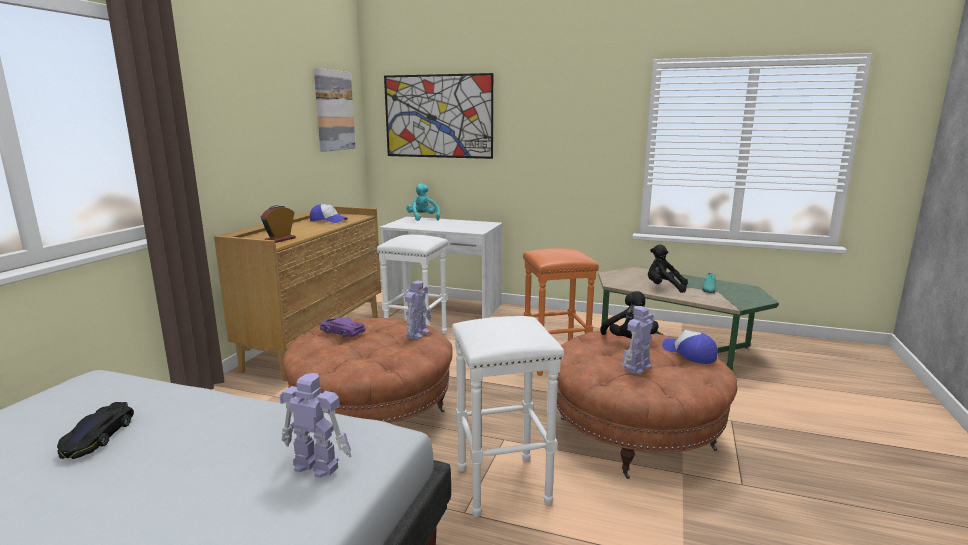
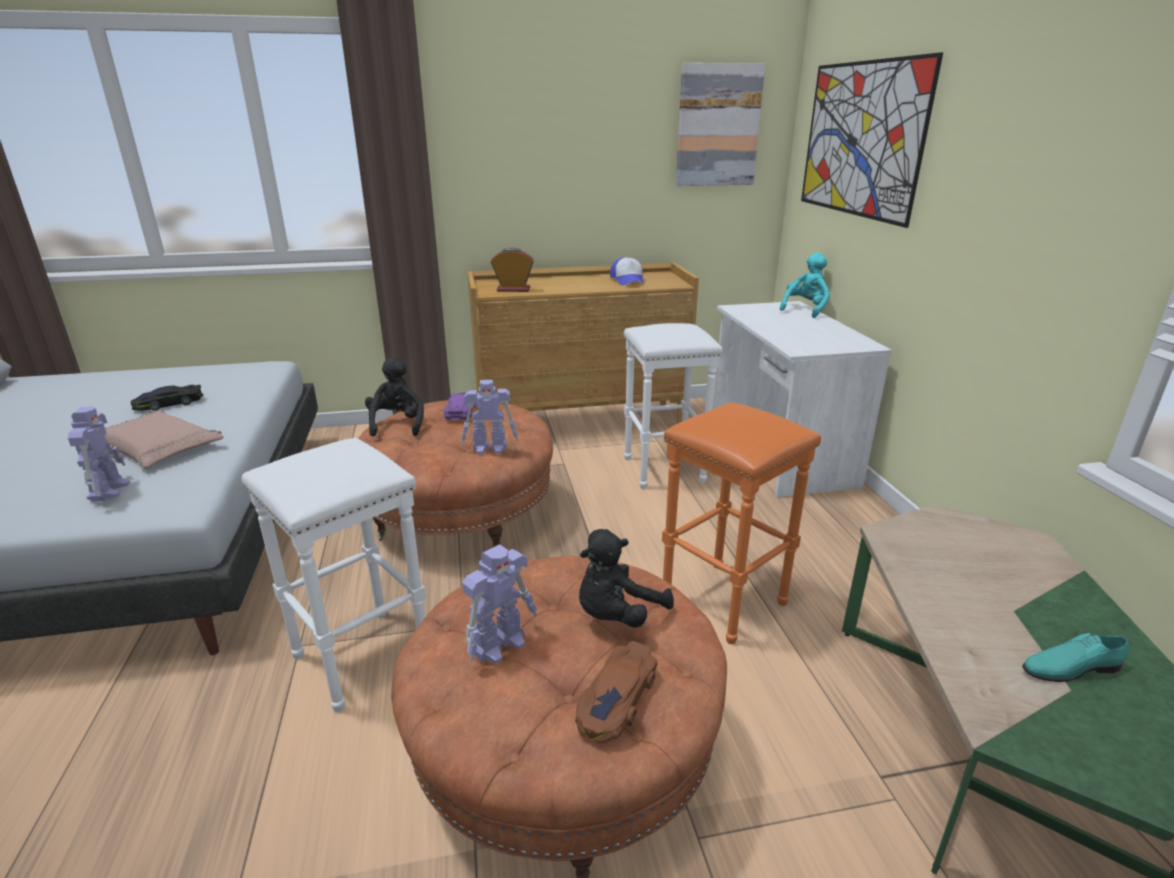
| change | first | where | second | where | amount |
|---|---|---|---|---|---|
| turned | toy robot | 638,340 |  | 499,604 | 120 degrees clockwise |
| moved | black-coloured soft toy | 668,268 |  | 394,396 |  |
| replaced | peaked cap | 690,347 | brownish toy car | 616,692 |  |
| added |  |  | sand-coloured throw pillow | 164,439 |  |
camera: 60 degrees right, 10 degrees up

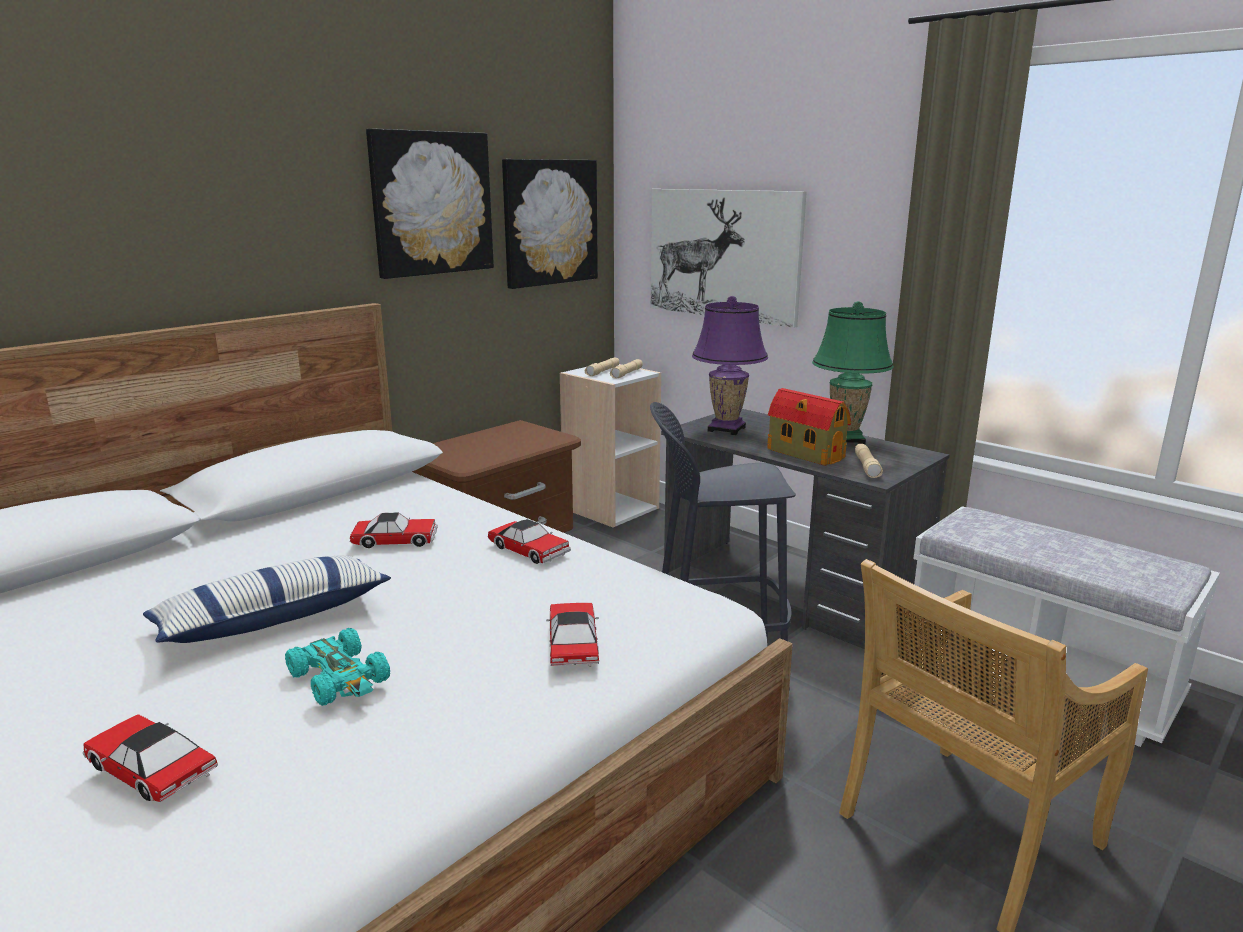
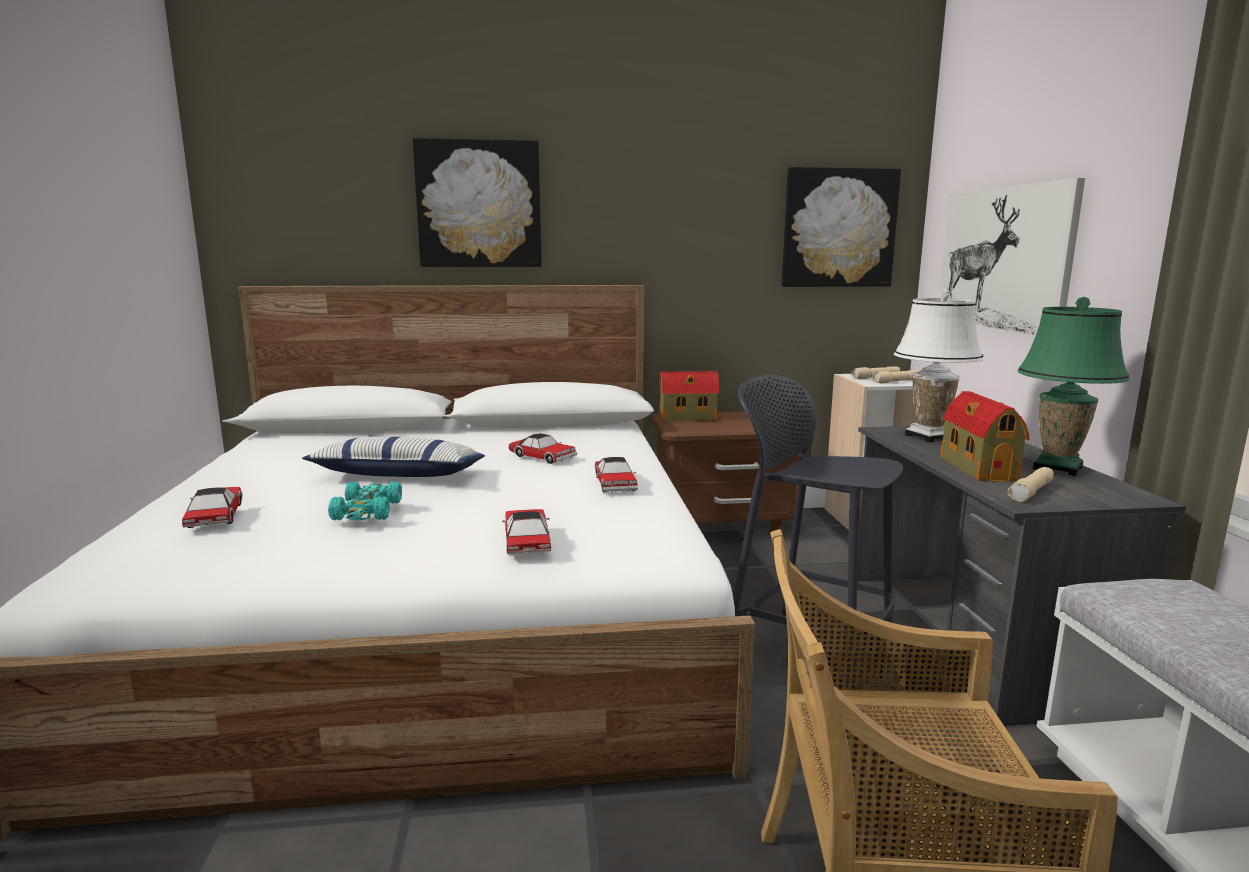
| change | first | where | second | where | amount |
|---|---|---|---|---|---|
| moved | wall picture | 430,203 |  | 477,202 |  |
| turned | toy car | 572,635 |  | 526,532 | 45 degrees counterclockwise |
| recoloured | purplish lamp for a table | 730,365 | white-coloured lamp for a table | 939,366 |  |
| added |  |  | model house | 689,396 |  |
camera: 40 degrees right, 5 degrees down

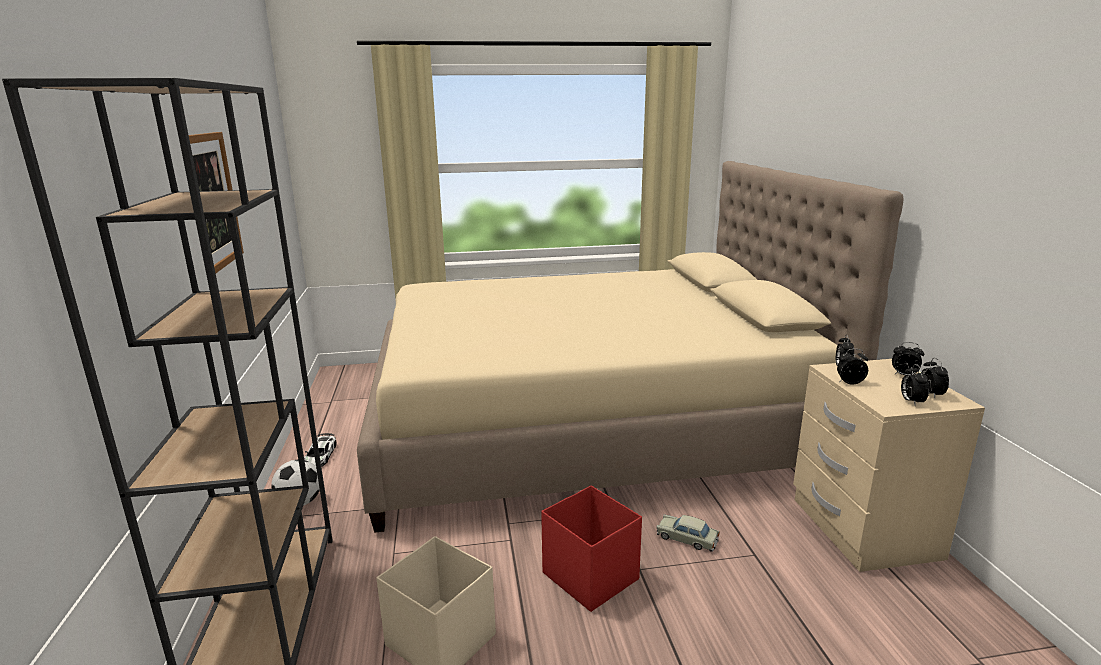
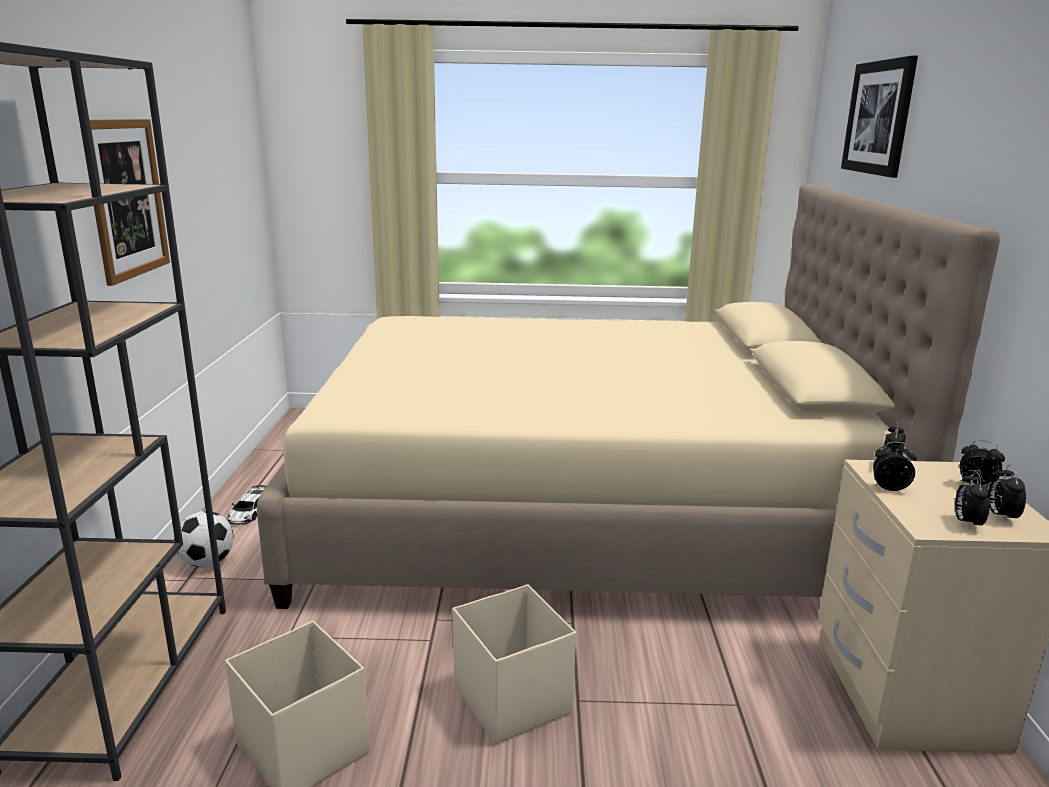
| change | first | where | second | where | amount |
|---|---|---|---|---|---|
| recoloured | red storage box | 591,548 | sand-coloured storage box | 514,664 |  |
| removed | sand-coloured toy car | 688,533 |  |  |  |
| added |  |  | wall picture | 879,117 |  |
camera: 10 degrees right, 0 degrees up

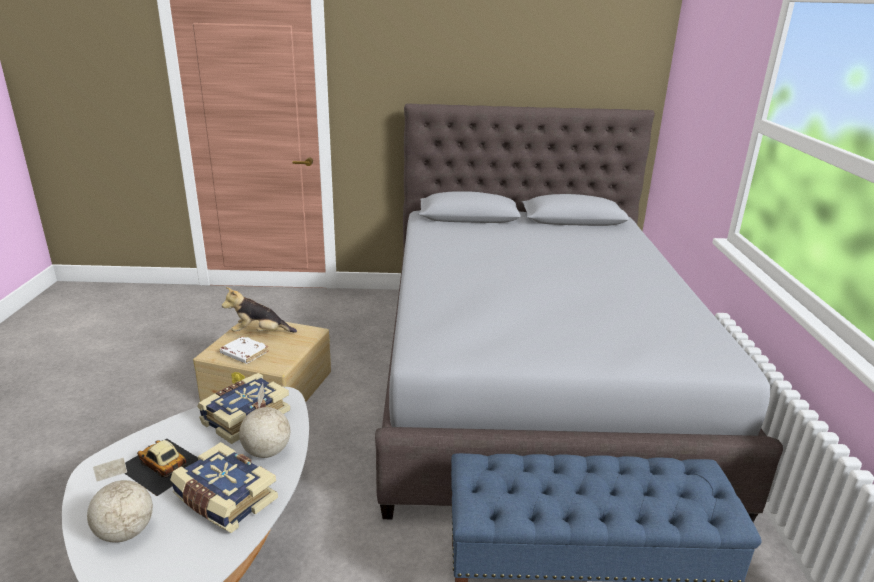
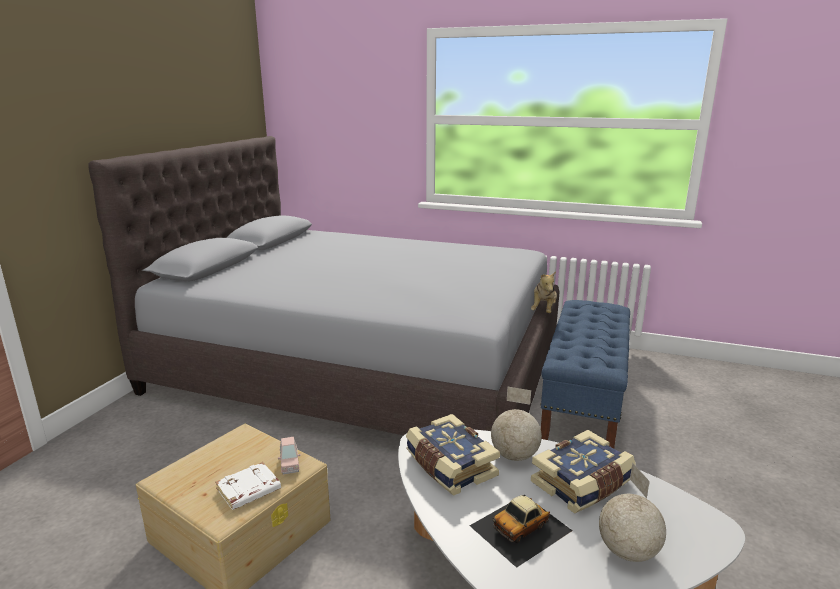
| change | first | where | second | where | amount |
|---|---|---|---|---|---|
| moved | soft toy | 259,310 |  | 544,292 |  |
| added |  |  | pinkish toy car | 289,456 |  |
camera: 70 degrees left, 5 degrees down

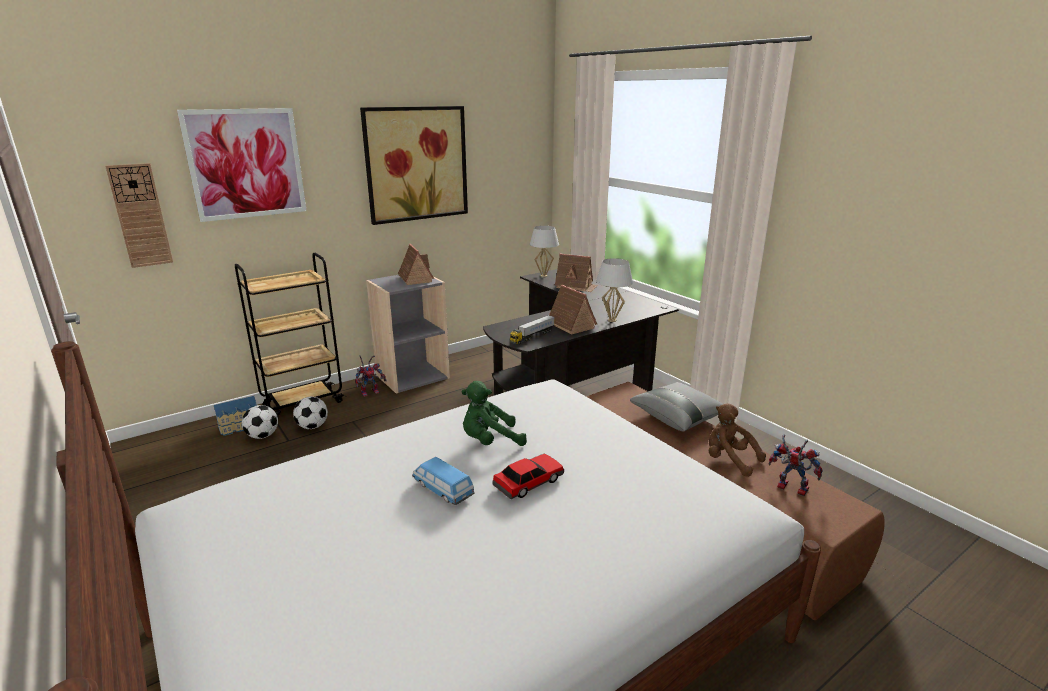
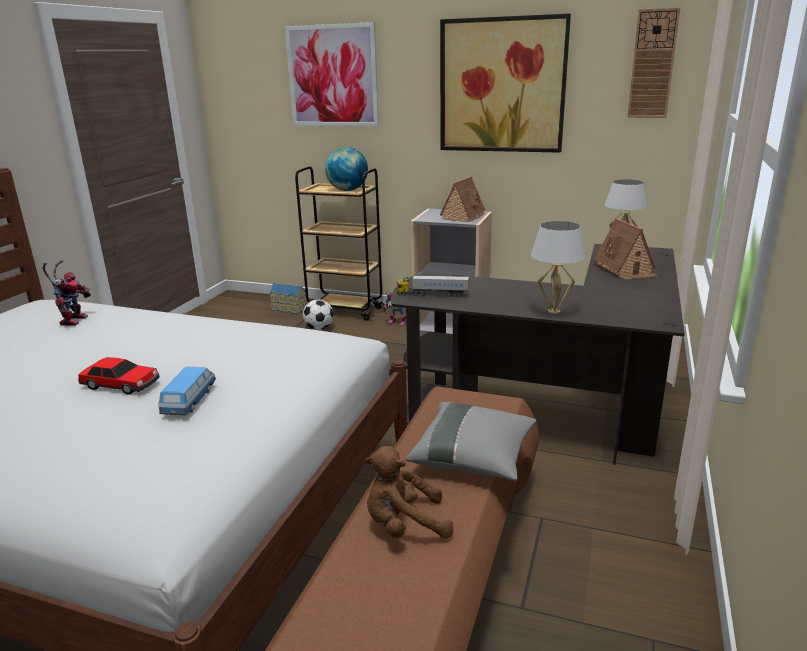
| change | first | where | second | where | amount |
|---|---|---|---|---|---|
| moved | clock on the wall | 139,215 |  | 653,62 |  |
| removed | football | 260,422 |  |  |  |
| moved | toy car | 443,481 |  | 187,391 |  |
| removed | green soft toy | 494,413 |  |  |  |
| removed | model house | 573,310 |  |  |  |
| turned | brownish soft toy | 737,440 |  | 409,492 | 105 degrees counterclockwise |
| moved | toy robot | 795,465 |  | 66,293 |  |
| added |  |  | desk globe | 346,169 |  |
camera: 55 degrees right, 0 degrees up

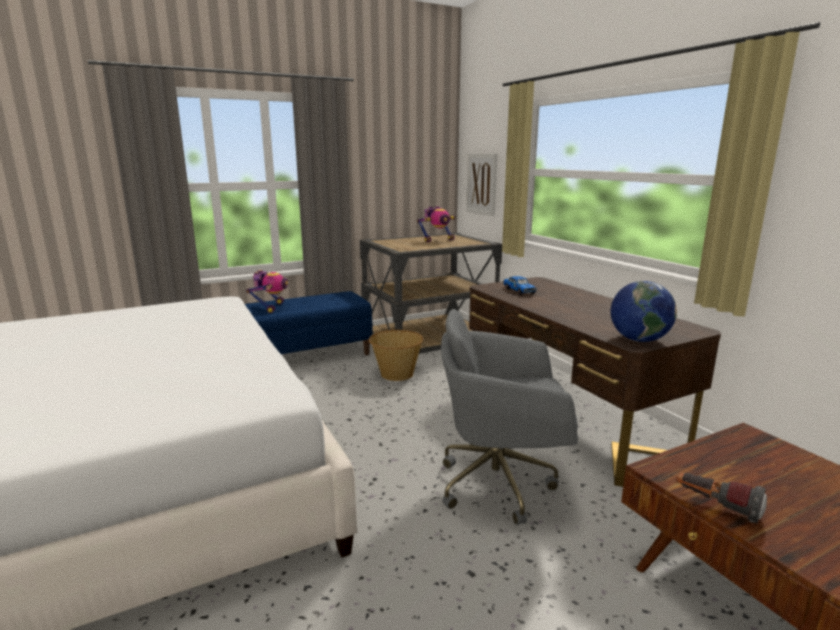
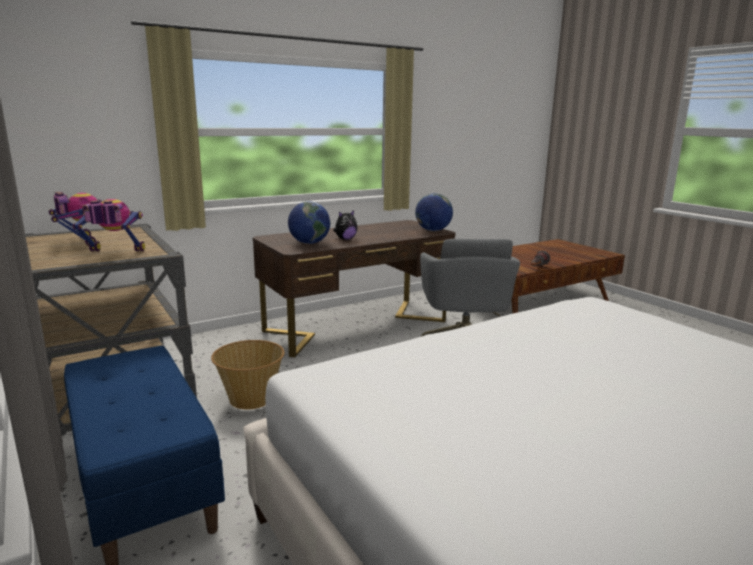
| change | first | where | second | where | amount |
|---|---|---|---|---|---|
| moved | toy robot | 267,291 |  | 108,225 |  |
| removed | wall picture | 481,185 |  |  |  |
| replaced | toy car | 520,285 | desk globe | 309,222 |  |
| added |  |  | soft toy | 345,225 |  |
camera: 95 degrees left, 0 degrees up

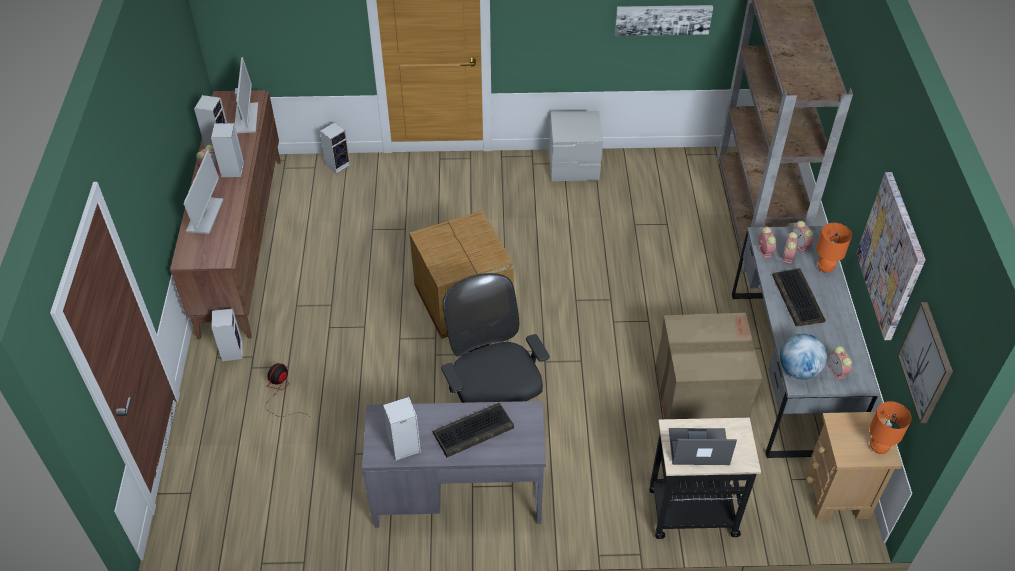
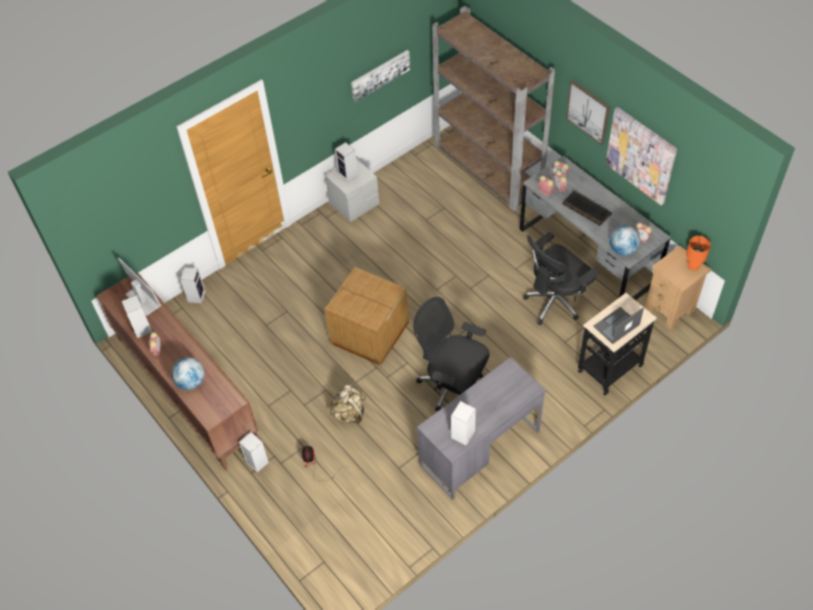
| change | first | where | second | where | amount |
|---|---|---|---|---|---|
| replaced | computer display | 203,192 | desk globe | 187,373 |  |
| moved | audio speaker | 227,150 |  | 346,162 |  |
| removed | keyboard | 473,430 |  |  |  |
| replaced | cardboard box | 708,366 | office chair | 561,278 |  |
| removed | orangey lamp for a table | 834,248 |  |  |  |
| moved | wall picture | 925,362 |  | 588,112 |  |
| added |  |  | sand-coloured backpack | 347,404 |  |
camera: 35 degrees left, 5 degrees up

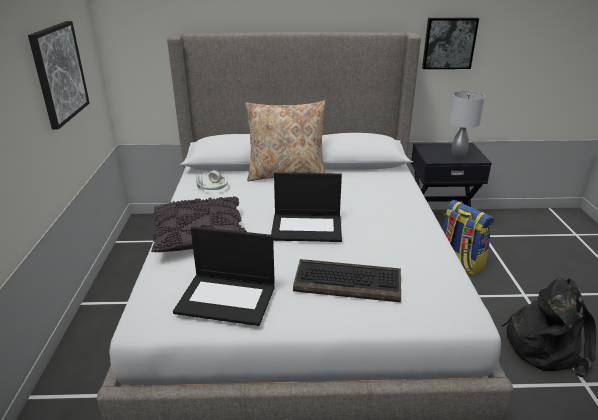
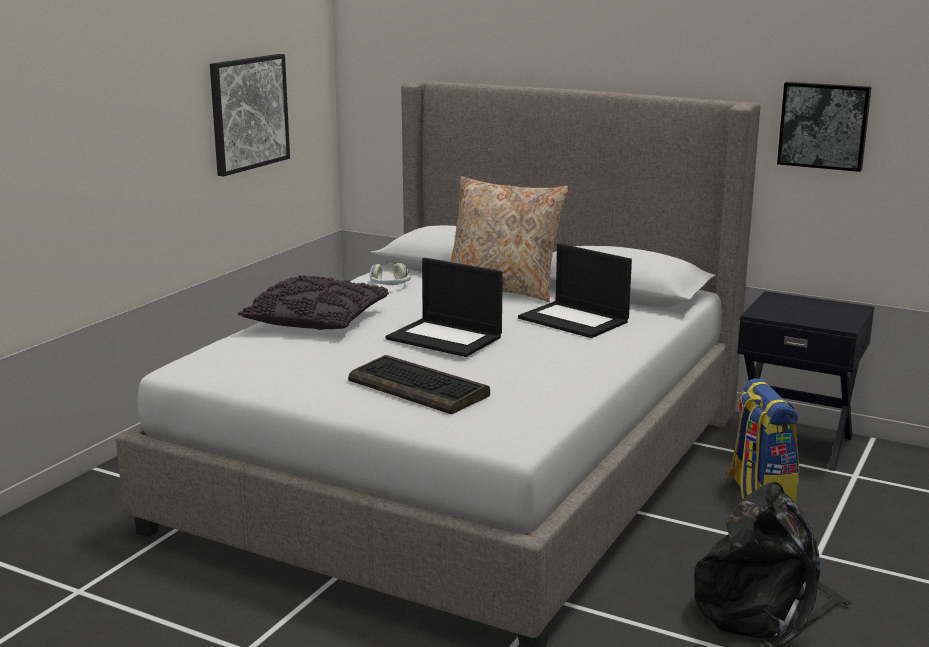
| change | first | where | second | where | amount |
|---|---|---|---|---|---|
| moved | laptop | 224,276 |  | 575,290 |  |
| removed | greyish lamp for a table | 467,124 |  |  |  |
camera: 30 degrees right, 10 degrees down

